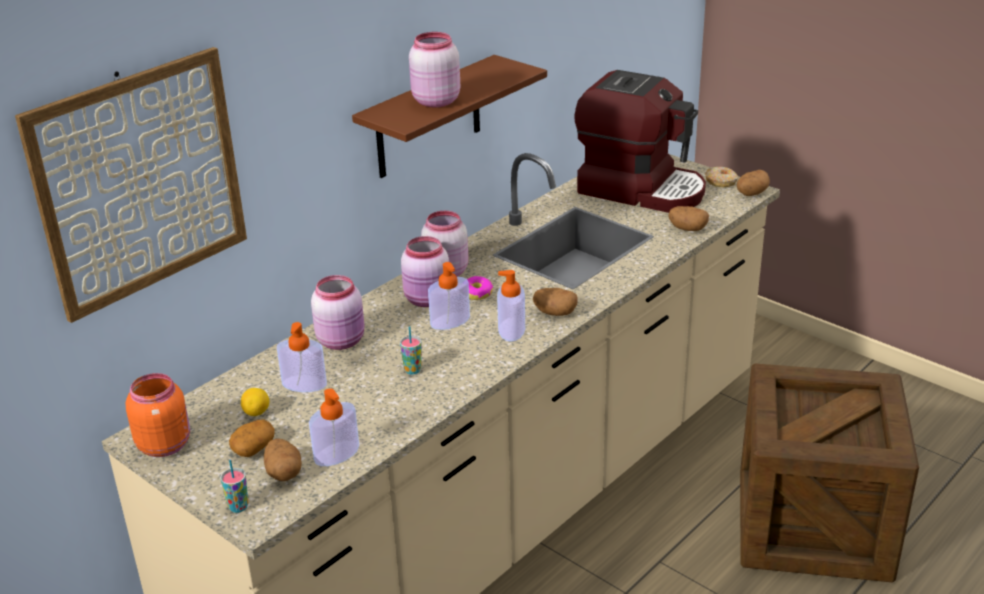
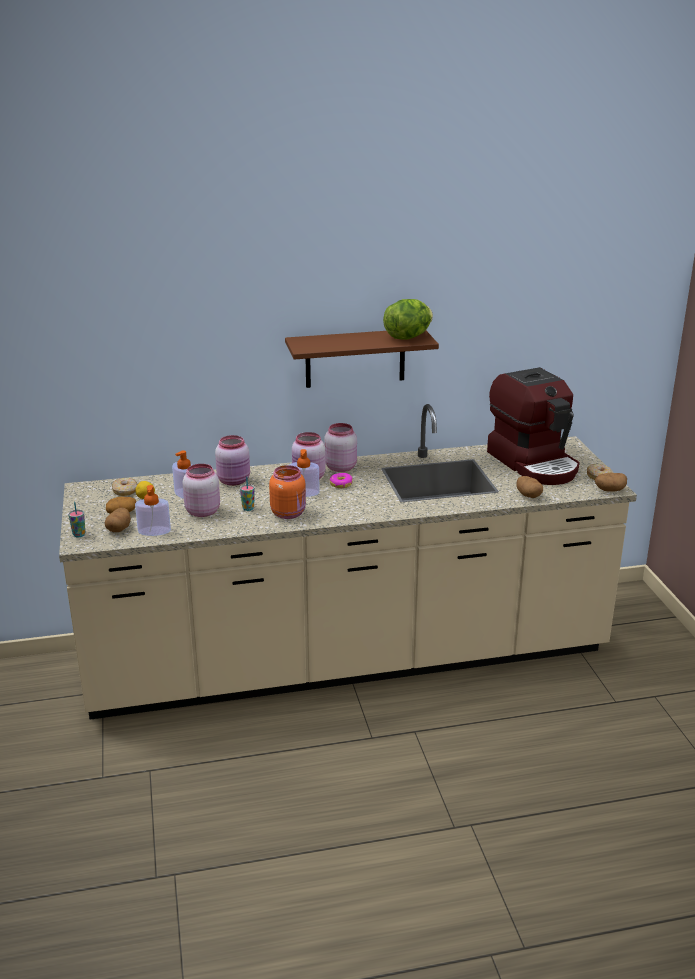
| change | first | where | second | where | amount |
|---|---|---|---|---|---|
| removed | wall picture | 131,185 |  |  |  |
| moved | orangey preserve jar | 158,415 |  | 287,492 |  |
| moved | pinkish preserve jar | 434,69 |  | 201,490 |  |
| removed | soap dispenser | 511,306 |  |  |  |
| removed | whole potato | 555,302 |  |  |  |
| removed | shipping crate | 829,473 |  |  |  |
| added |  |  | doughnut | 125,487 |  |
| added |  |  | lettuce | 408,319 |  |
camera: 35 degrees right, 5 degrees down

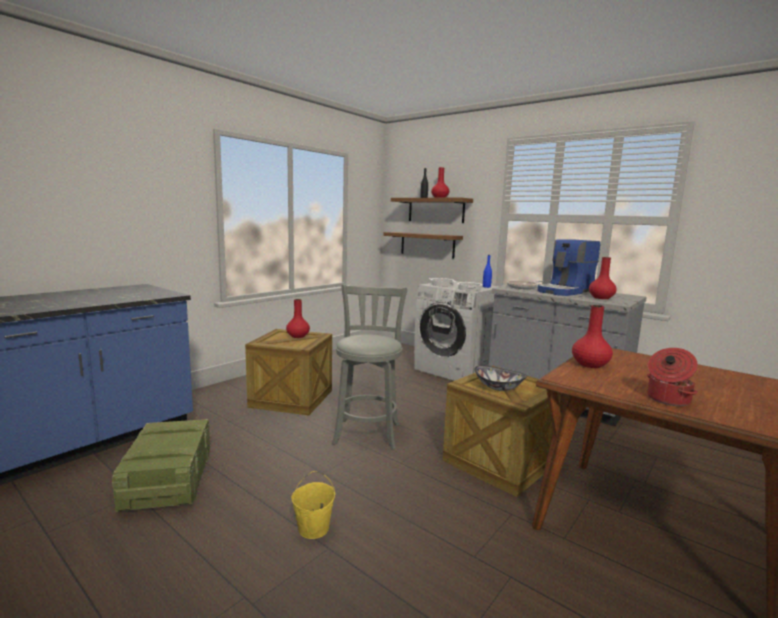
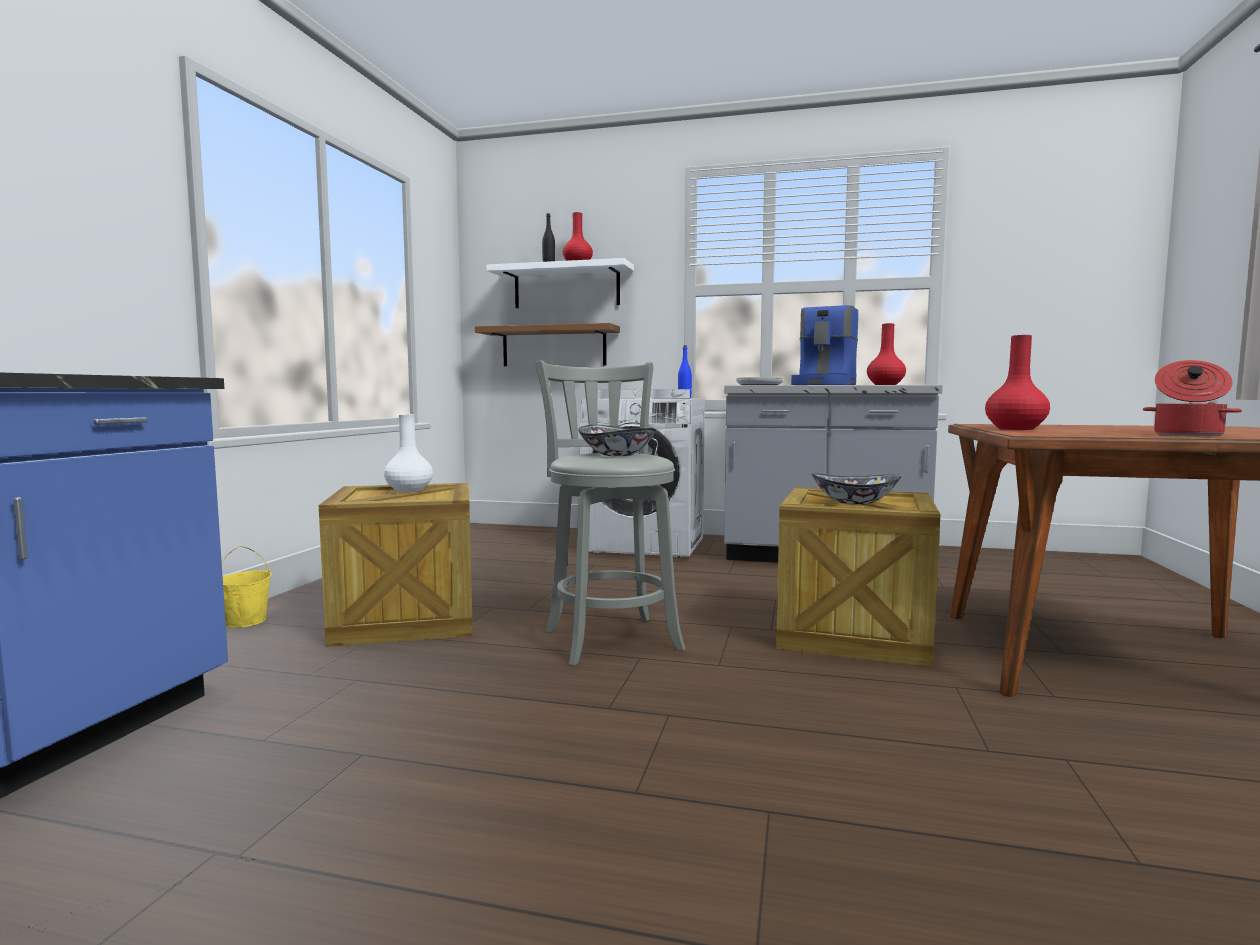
| change | first | where | second | where | amount |
|---|---|---|---|---|---|
| removed | shipping crate | 161,465 |  |  |  |
| recoloured | red flower vase | 298,318 | white-coloured flower vase | 408,453 |  |
| moved | yellow water bucket | 313,505 |  | 247,587 |  |
| recoloured | brownish wall shelf | 432,210 | white-coloured wall shelf | 560,283 |  |
| added |  |  | deep dish | 617,440 |  |
camera: 25 degrees left, 5 degrees down

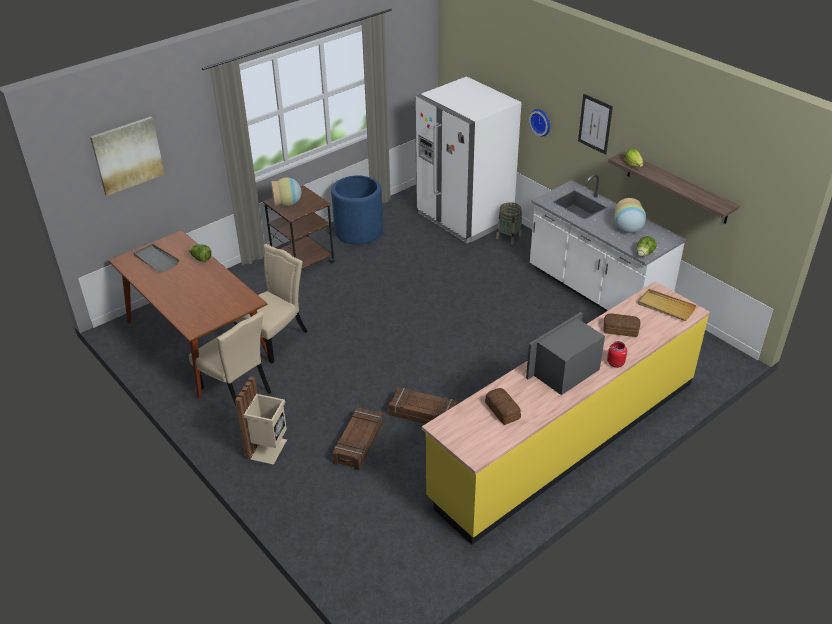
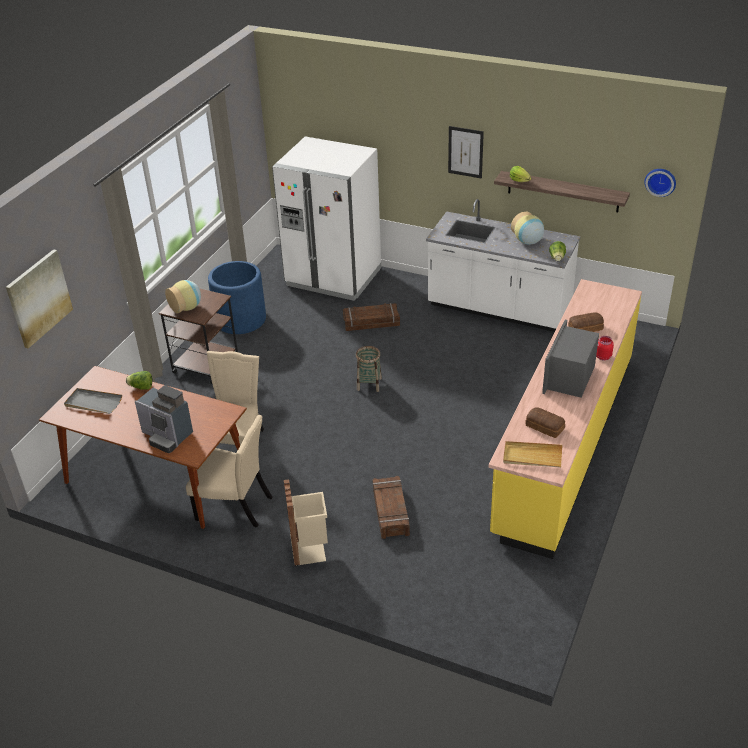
| change | first | where | second | where | amount |
|---|---|---|---|---|---|
| moved | shipping crate | 423,405 |  | 371,317 |  |
| moved | household basket | 509,223 |  | 369,369 |  |
| moved | clock on the wall | 539,122 |  | 660,183 |  |
| moved | sand-coloured serving tray | 667,305 |  | 533,454 |  |
| added |  |  | coffee machine | 164,419 |  |
camera: 25 degrees left, 0 degrees up

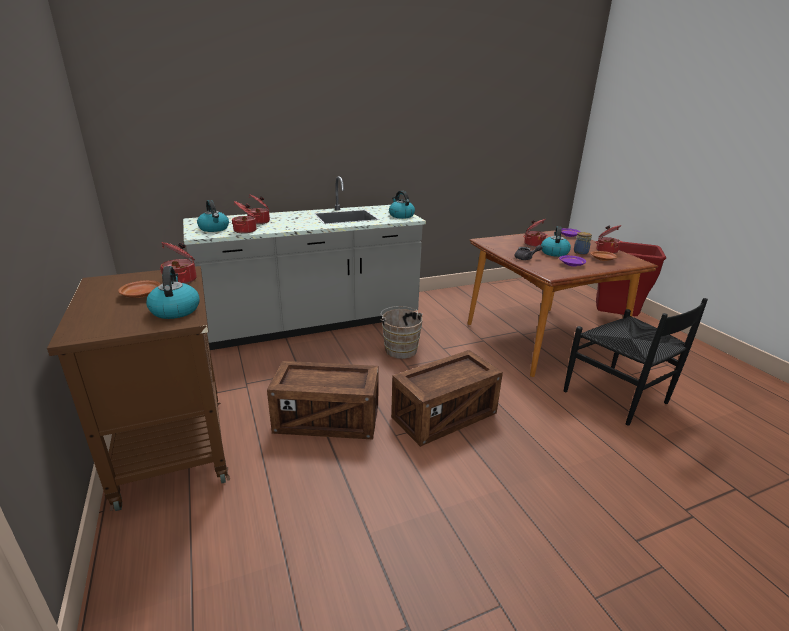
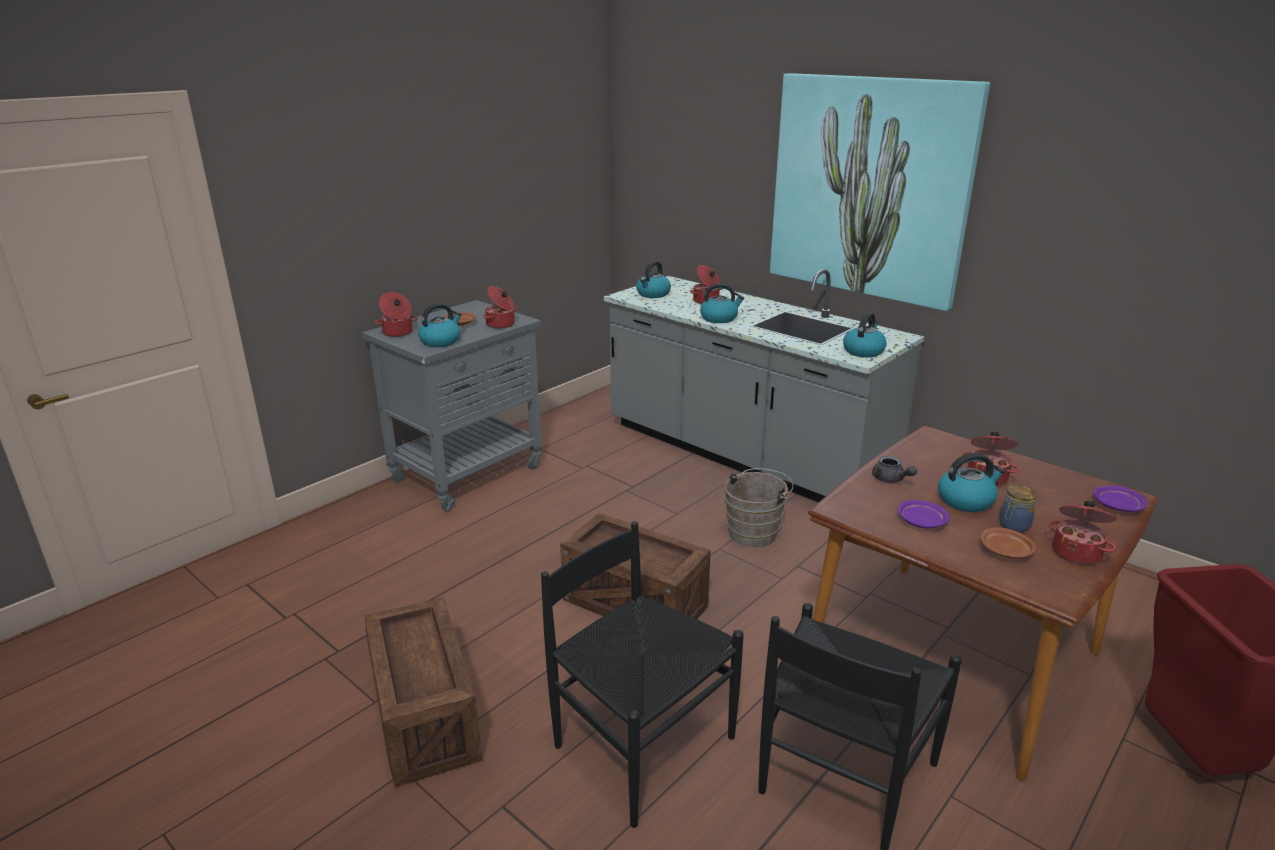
| change | first | where | second | where | amount |
|---|---|---|---|---|---|
| recoloured | brownish trolley | 138,388 | greyish trolley | 451,405 |  |
| moved | saucepot | 243,217 |  | 396,314 |  |
| moved | shipping crate | 323,400 |  | 424,692 |  |
| added |  |  | black-coloured upright chair | 642,674 |  |
| added |  |  | tea kettle | 722,303 |  |
| added |  |  | wall picture | 880,192 |  |
camera: 65 degrees right, 0 degrees up

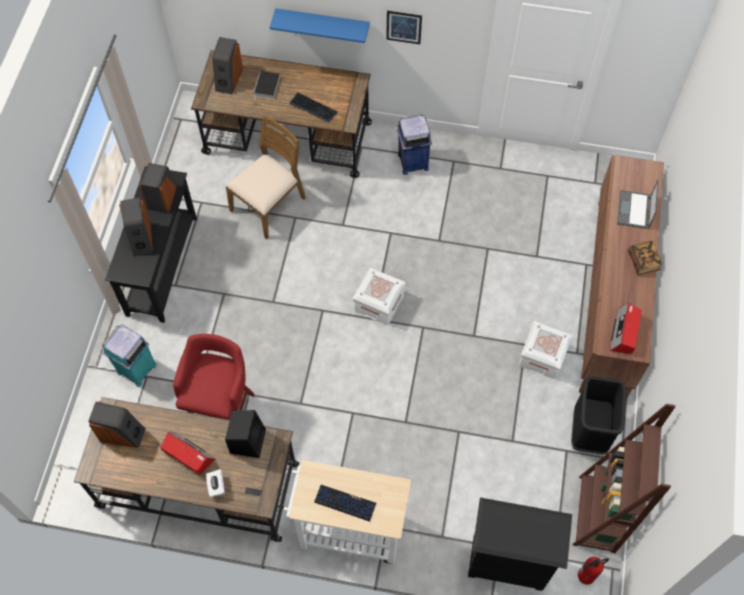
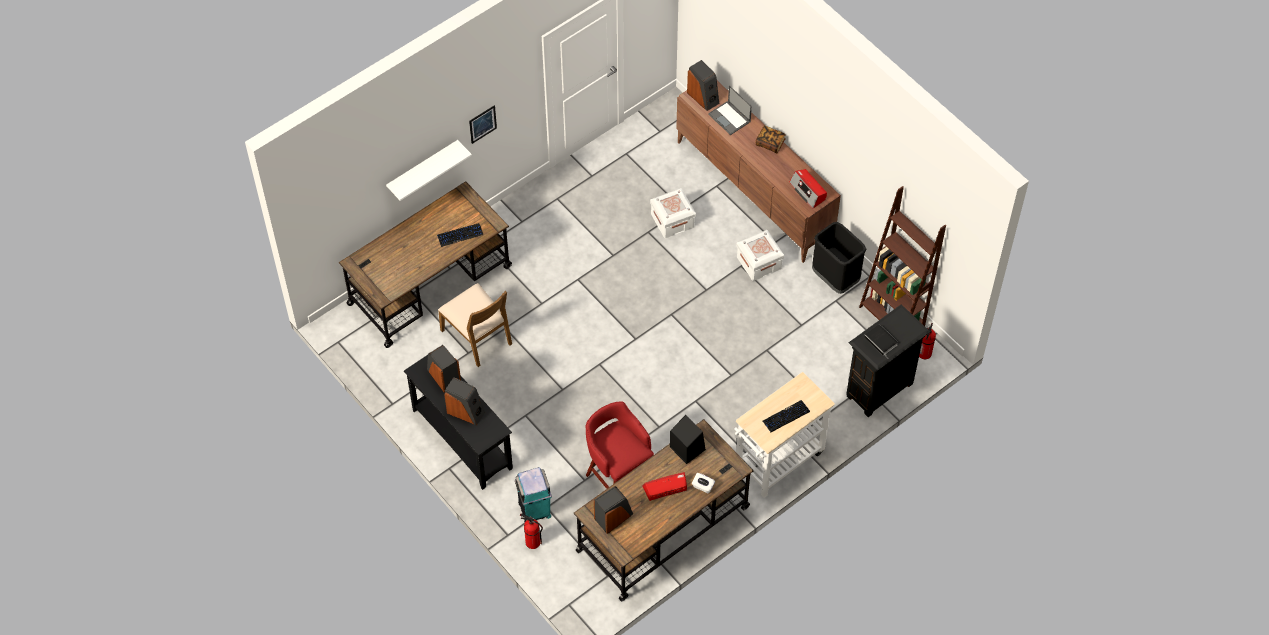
| change | first | where | second | where | amount |
|---|---|---|---|---|---|
| moved | audio speaker | 227,65 |  | 703,85 |  |
| turned | brownish upright chair | 265,177 |  | 475,325 | 150 degrees clockwise |
| moved | bound book | 267,85 |  | 881,341 |  |
| recoloured | blue-coloured wall shelf | 319,25 | white-coloured wall shelf | 429,170 |  |
| moved | white-coloured storage box | 379,296 |  | 673,213 |  |
| removed | blue-coloured rubbish bin | 414,144 |  |  |  |
| added |  |  | fire-fighting cylinder | 531,531 |  |
camera: 50 degrees left, 5 degrees down

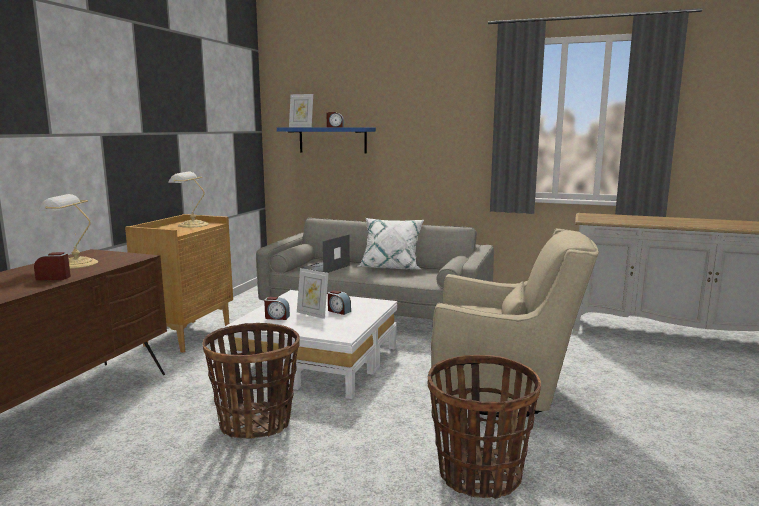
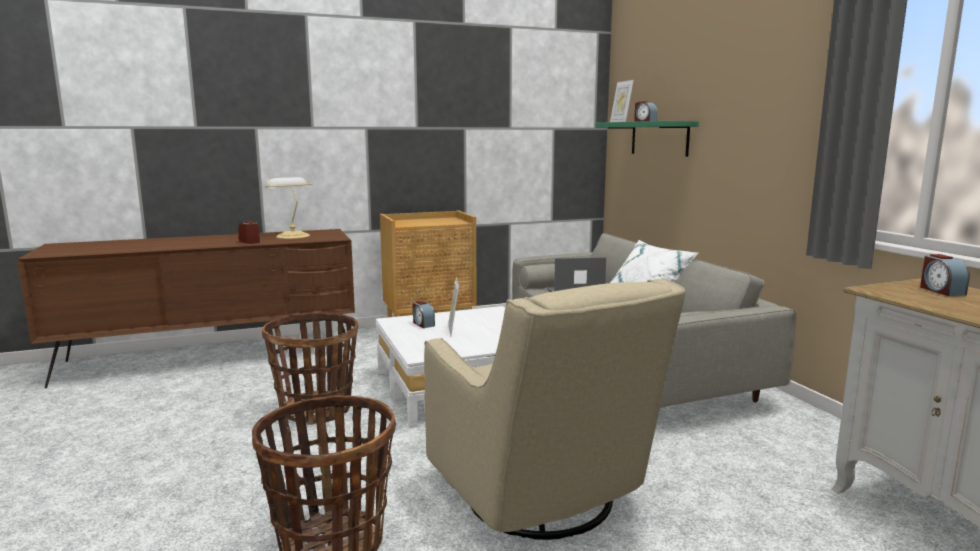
| change | first | where | second | where | amount |
|---|---|---|---|---|---|
| removed | lamp for a table | 188,199 |  |  |  |
| recoloured | blue-coloured wall shelf | 326,140 | green wall shelf | 647,139 |  |
| moved | bedside clock | 339,302 |  | 945,275 |  |
camera: 50 degrees right, 0 degrees up

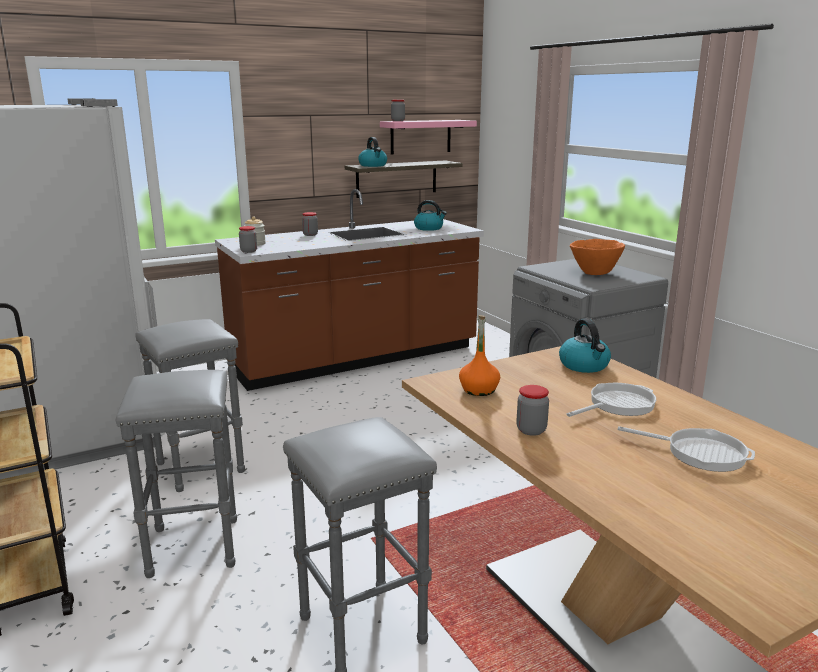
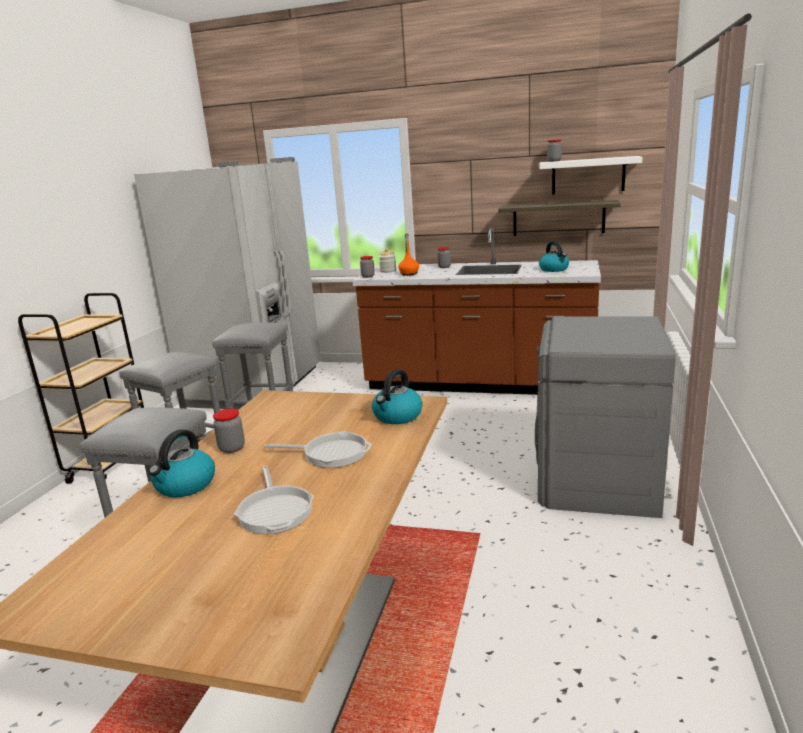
| change | first | where | second | where | amount |
|---|---|---|---|---|---|
| moved | tea kettle | 372,152 |  | 182,463 |  |
| recoloured | pinkish wall shelf | 428,137 | white-coloured wall shelf | 590,175 |  |
| moved | orangey bottle | 479,355 |  | 408,254 |  |
| removed | orangey deep dish | 597,257 |  |  |  |
camera: 45 degrees right, 0 degrees up

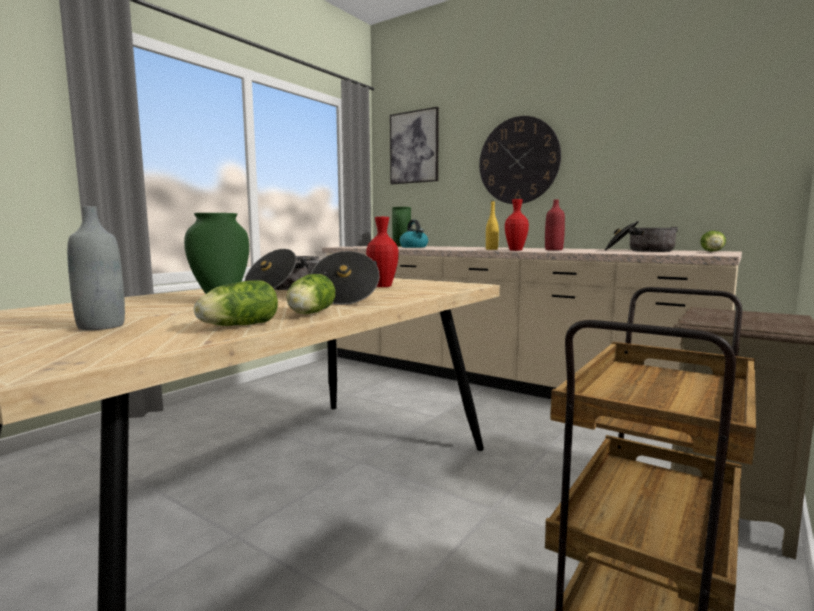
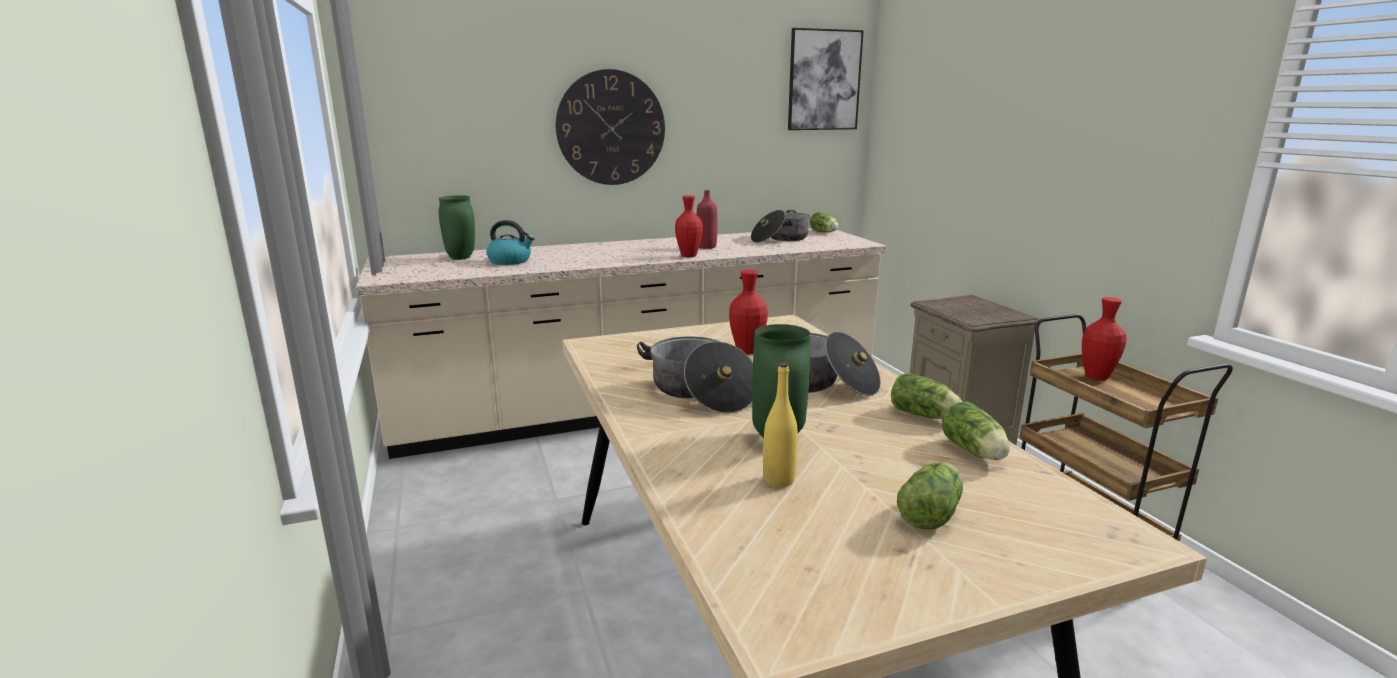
| change | first | where | second | where | amount |
|---|---|---|---|---|---|
| replaced | greyish bottle | 96,268 | lettuce | 930,496 |  |
| moved | wall picture | 414,145 |  | 826,79 |  |
| moved | yellow bottle | 492,225 |  | 780,425 |  |
| added |  |  | red flower vase | 1104,339 |  |
camera: 55 degrees left, 10 degrees up

